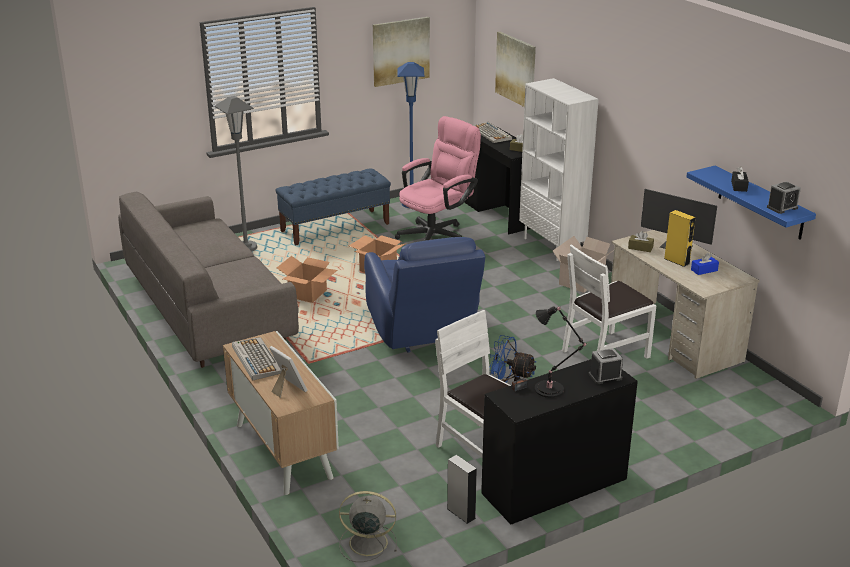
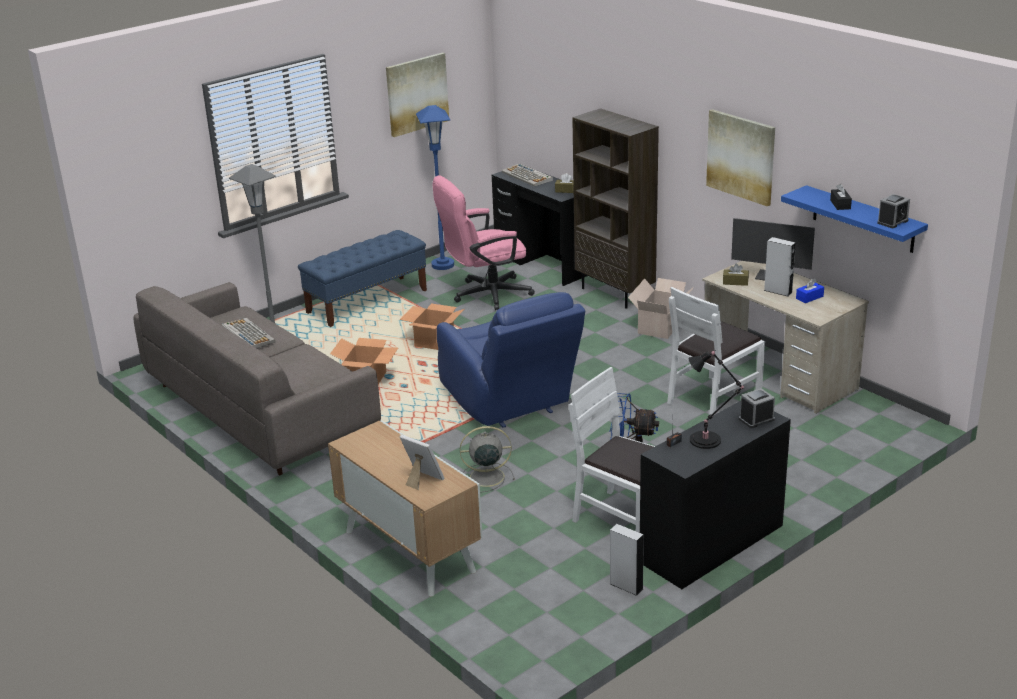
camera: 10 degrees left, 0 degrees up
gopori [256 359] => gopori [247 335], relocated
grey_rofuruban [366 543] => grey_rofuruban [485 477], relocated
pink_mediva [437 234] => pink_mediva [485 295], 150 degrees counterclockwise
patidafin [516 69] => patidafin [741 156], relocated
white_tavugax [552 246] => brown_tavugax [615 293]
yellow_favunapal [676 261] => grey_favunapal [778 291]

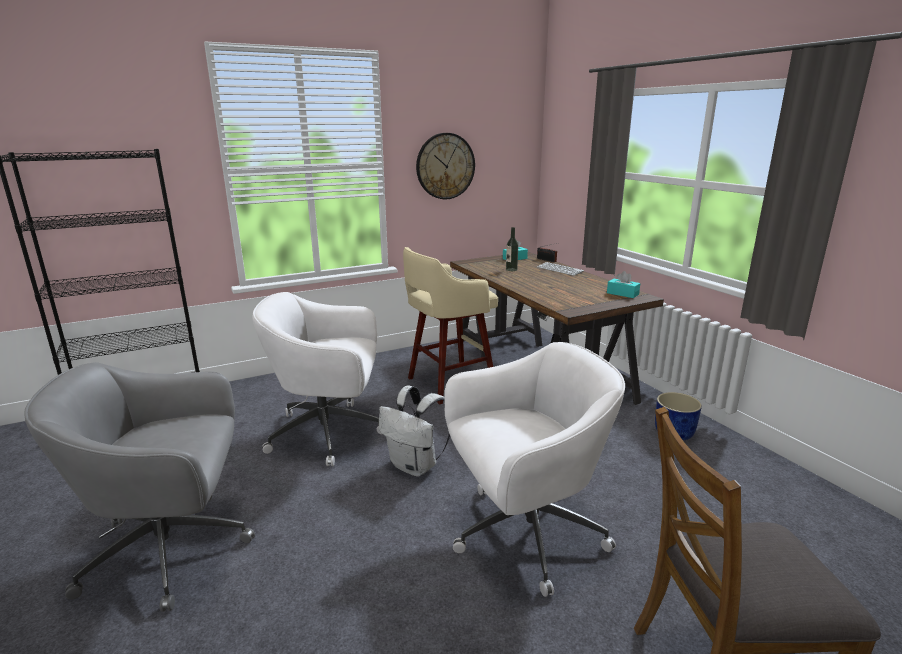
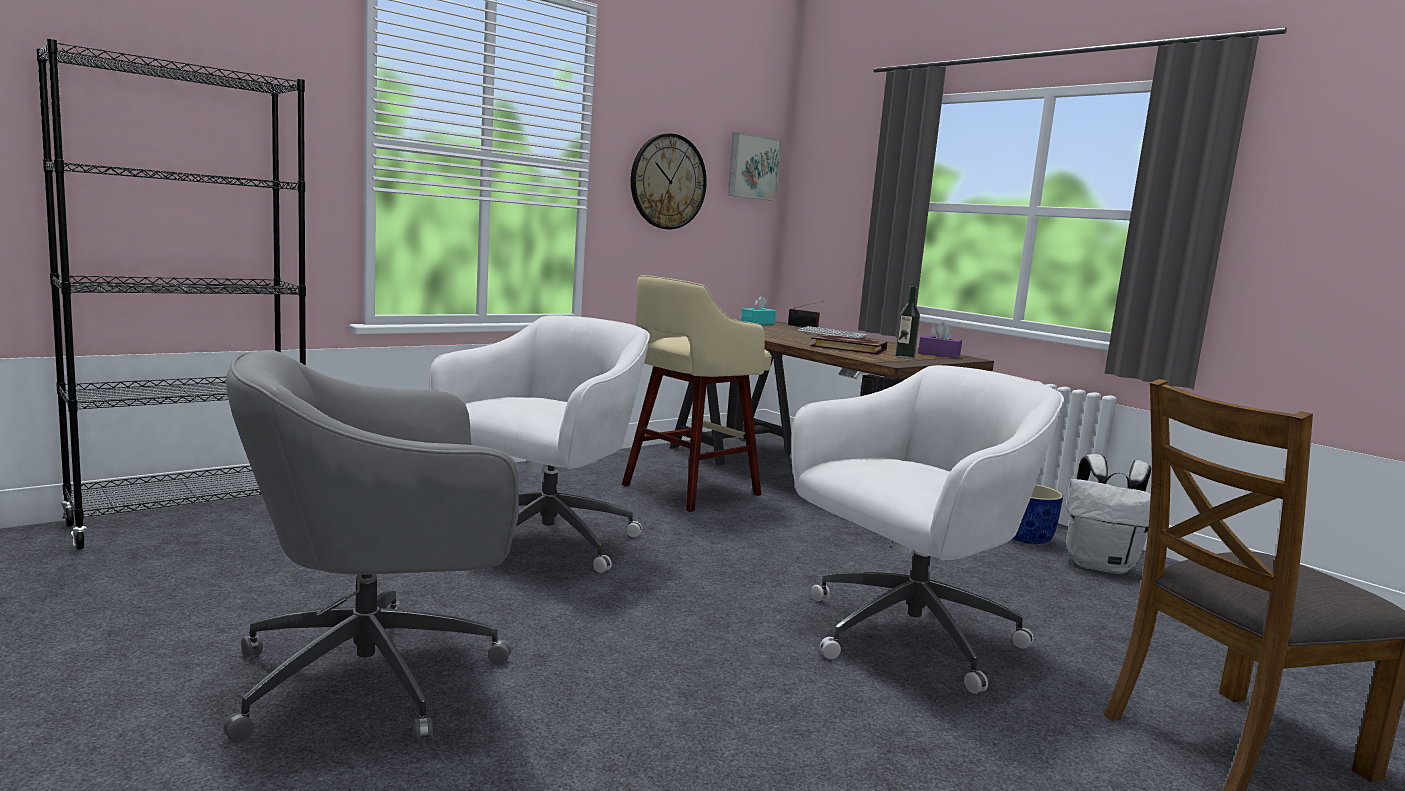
camera: 15 degrees left, 10 degrees down
white_mediva [329 433] => white_mediva [542 543], 135 degrees clockwise
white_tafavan [416 466] => white_tafavan [1101 565], relocated
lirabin [511 269] => lirabin [904 357], relocated
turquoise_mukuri [622 294] => purple_mukuri [939 354]
nothing => patidafin [752 167]
nothing => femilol [849 347]

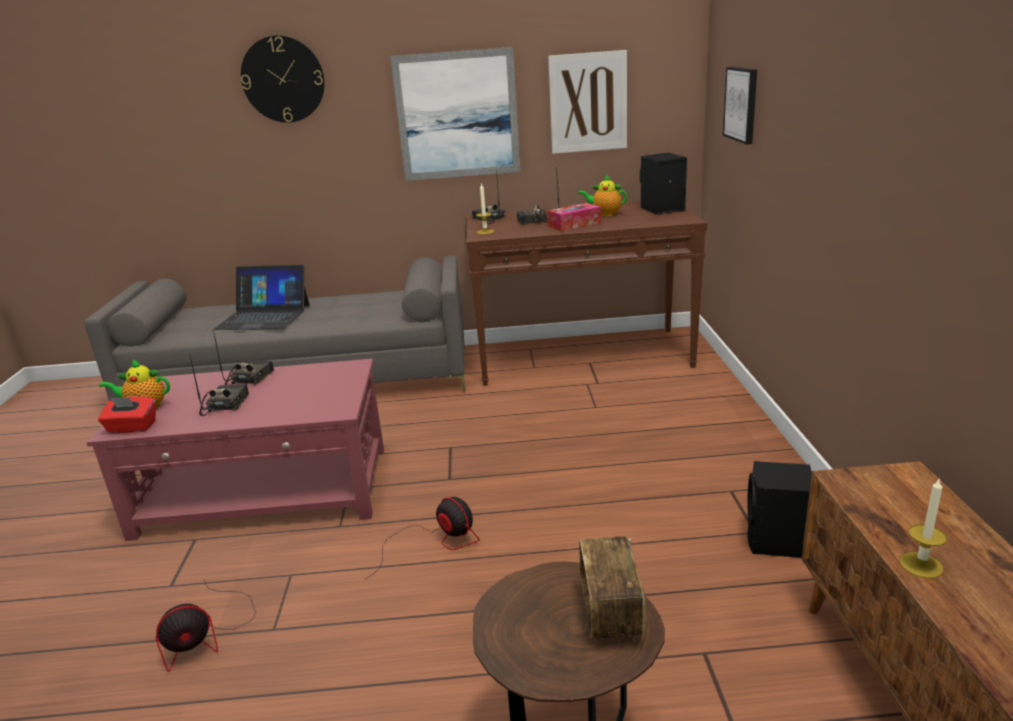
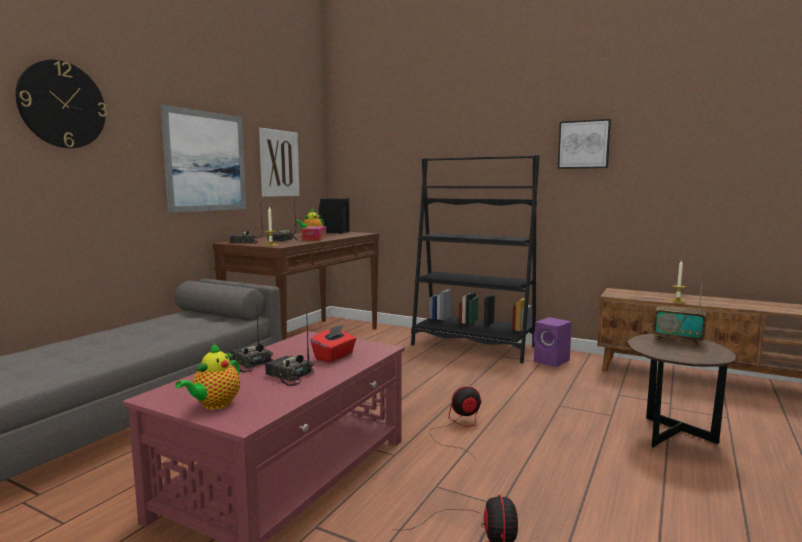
camera: 60 degrees left, 15 degrees down
red_mukuri [132 428] => red_mukuri [334 357], relocated
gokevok [264 316] => nothing
patidafin [742 104] => patidafin [583 144], relocated
black_favunapal [776 542] => purple_favunapal [552 361]
nothing => black_tavugax [473 346]

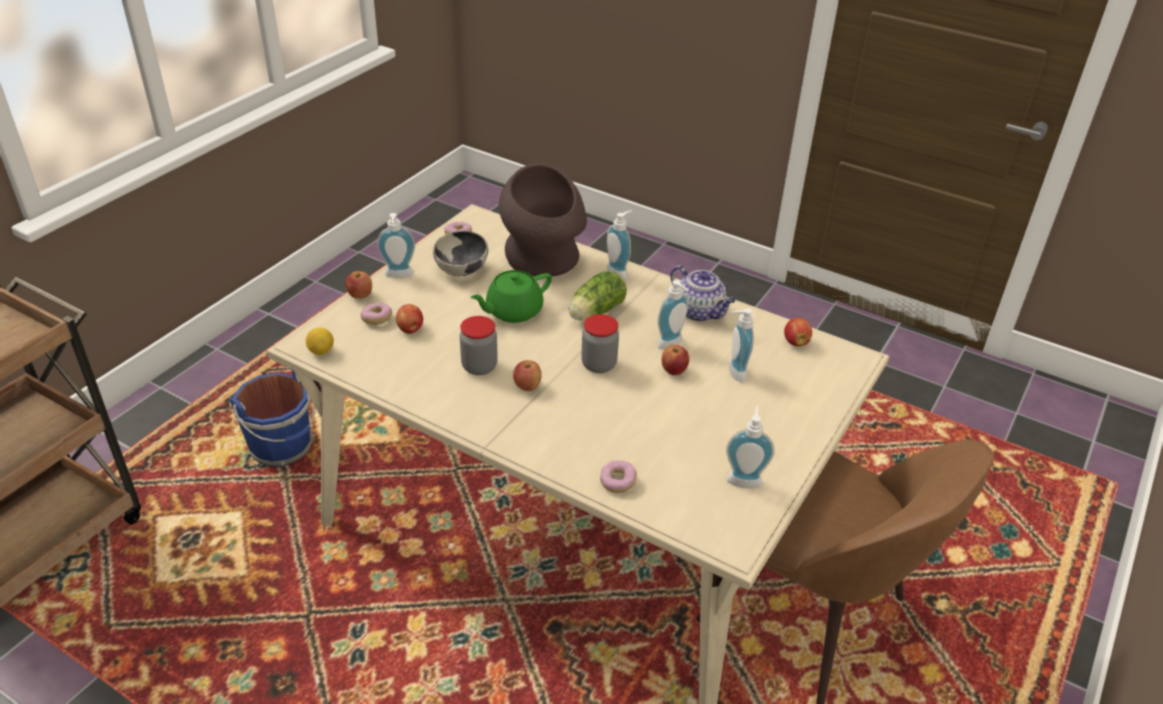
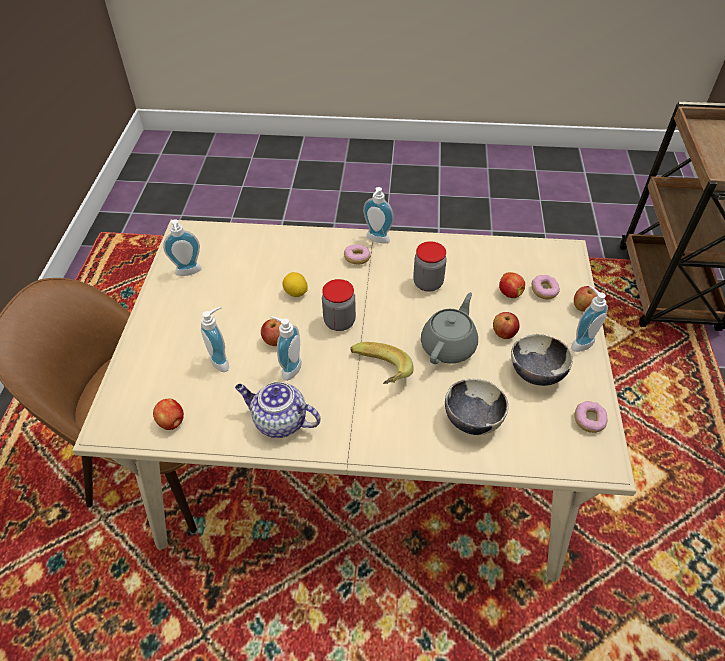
camera: 155 degrees right, 10 degrees up
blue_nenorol [283 448] => nothing
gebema [321 351] => gebema [296 293], relocated
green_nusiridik [513 311] => grey_nusiridik [449 346]
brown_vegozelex [543 263] => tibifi [472 420]
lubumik [527 386] => lubumik [504 334], relocated
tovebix [594 313] => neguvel [378 375]
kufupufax [617 482] => kufupufax [357 259], relocated
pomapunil [619 272] => pomapunil [376 240], relocated

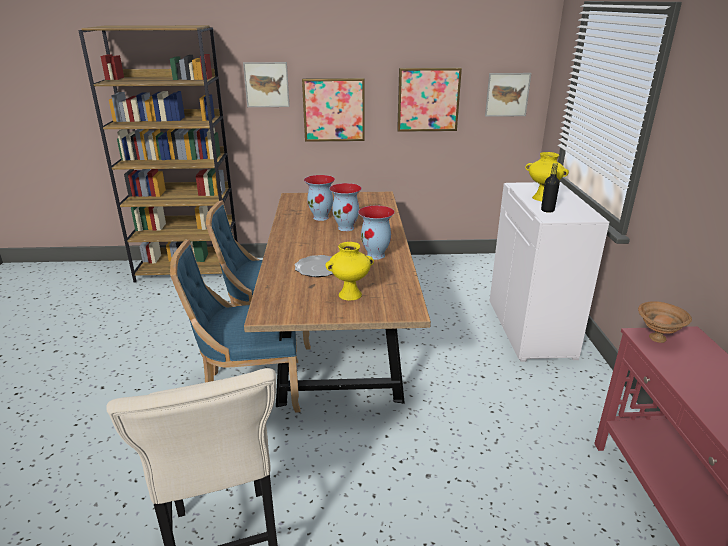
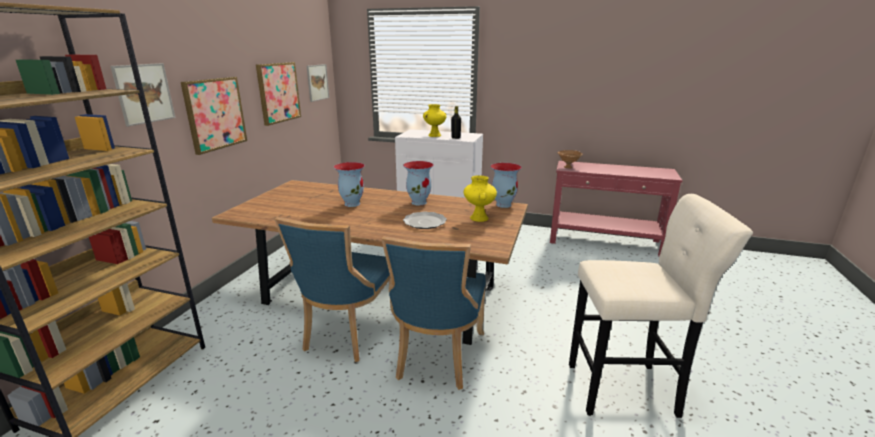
camera: 70 degrees left, 5 degrees down
vegozelex [321 217] => vegozelex [503 204], relocated

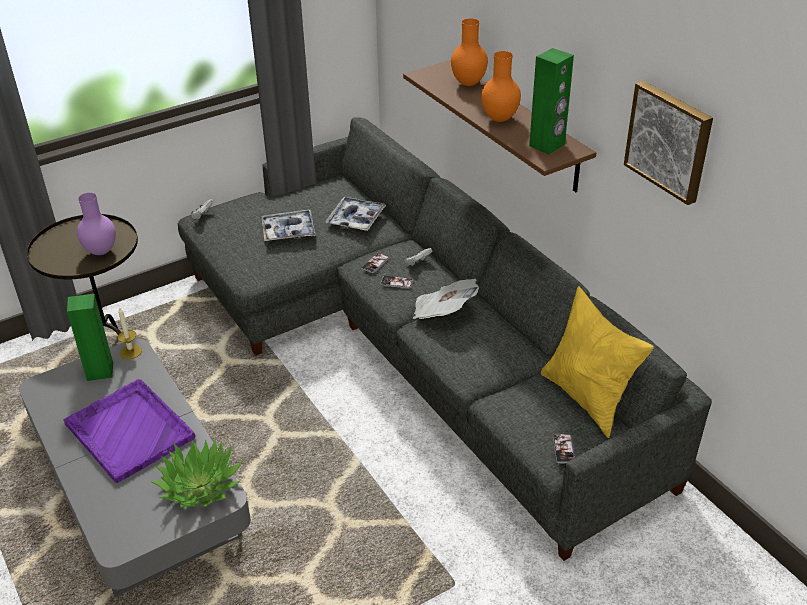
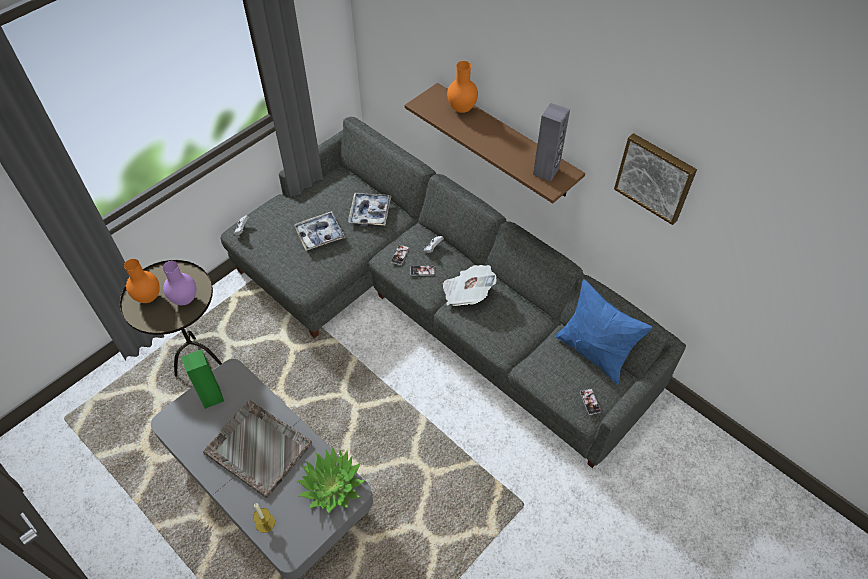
camera: 15 degrees left, 15 degrees up
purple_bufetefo [129 430] => grey_bufetefo [257 448]
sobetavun [131 352] => sobetavun [265 523], relocated
orange_vegozelex [500 119] => orange_vegozelex [149 298], relocated
green_favunapal [547 145] => grey_favunapal [546 171]
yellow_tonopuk [587 398] => blue_tonopuk [594 353]

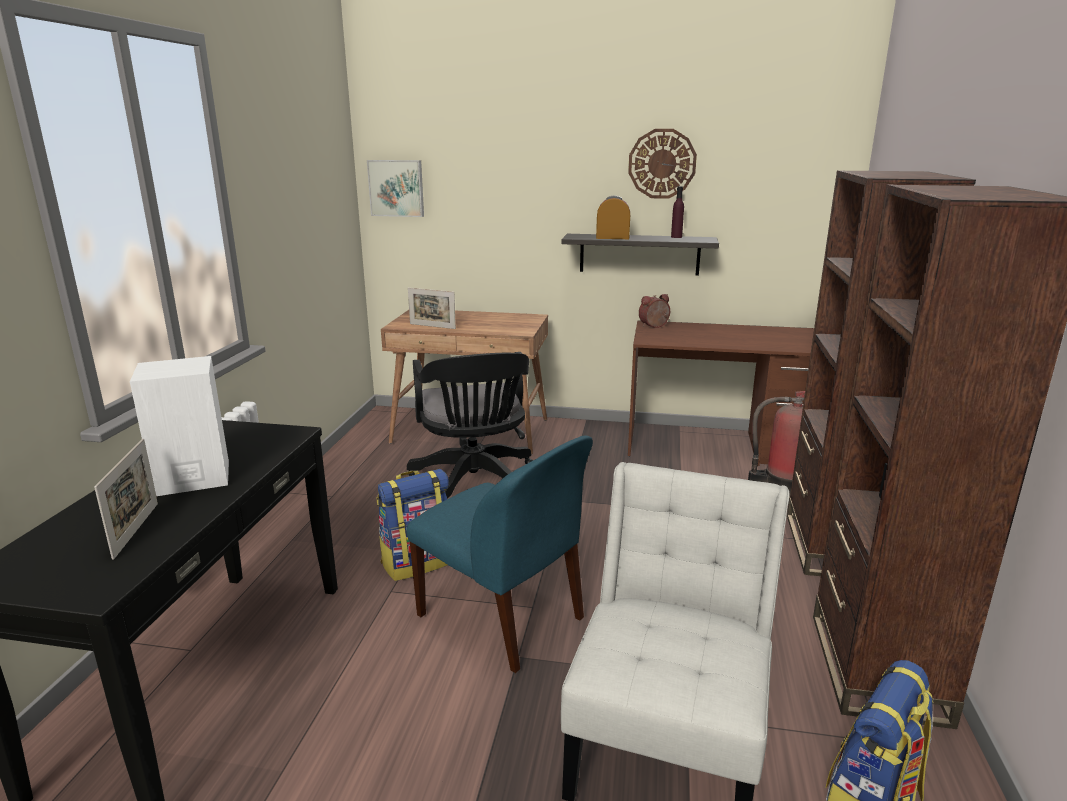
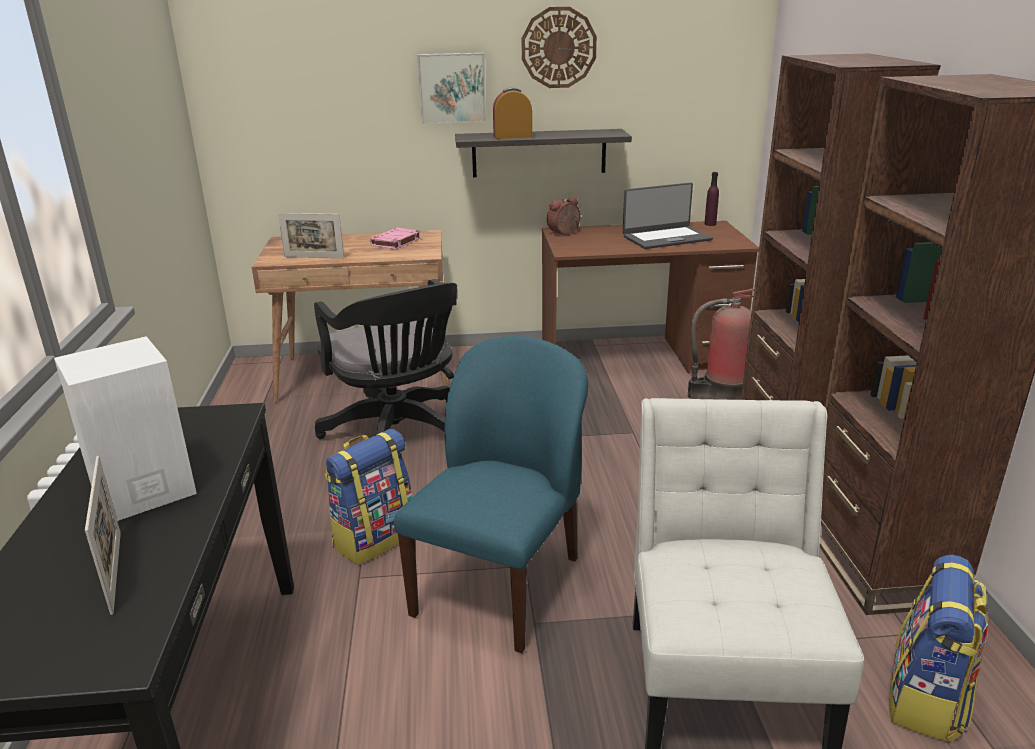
camera: 15 degrees left, 5 degrees up
patidafin [396 188] => patidafin [452 88], relocated
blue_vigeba [503 618] => blue_vigeba [499 584], 90 degrees counterclockwise
purple_lirabin [676 237] => purple_lirabin [710 224], relocated
nothing => pink_femilol [396 242]
nothing => gokevok [666 238]

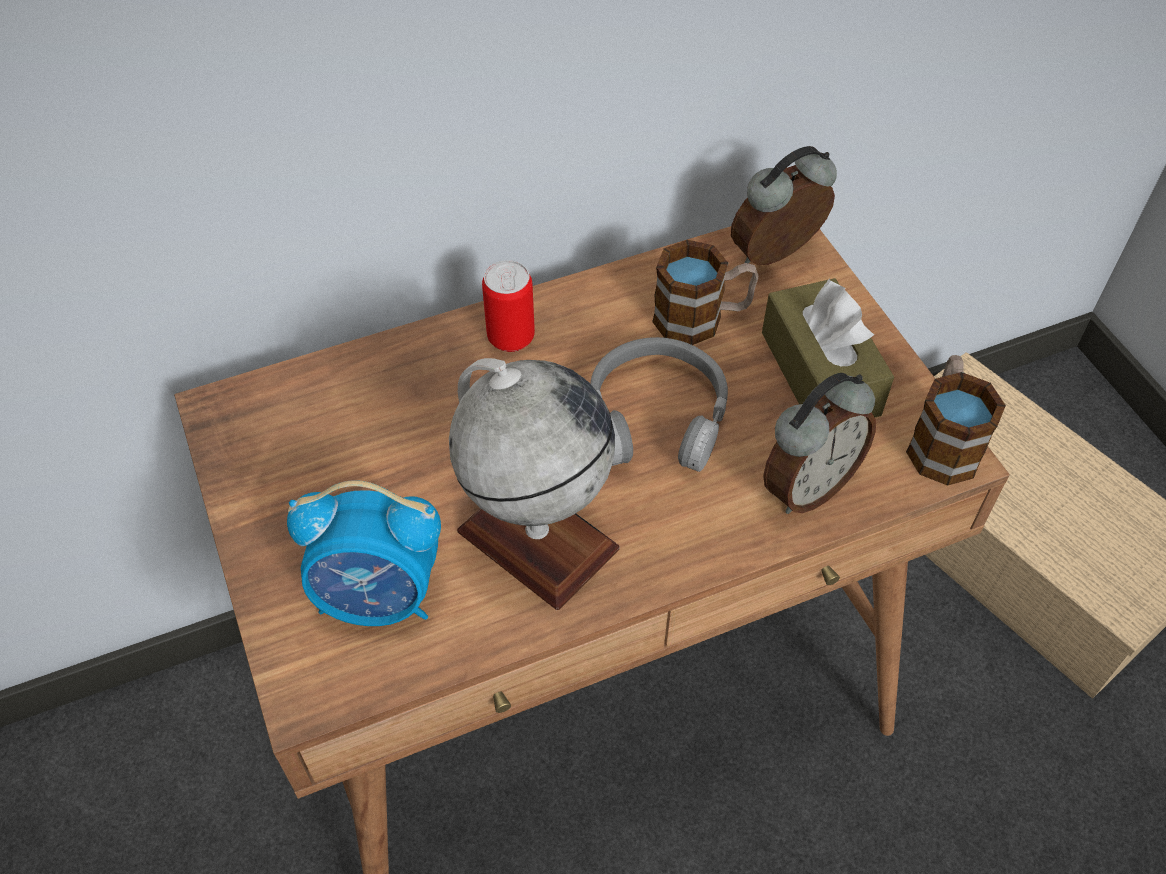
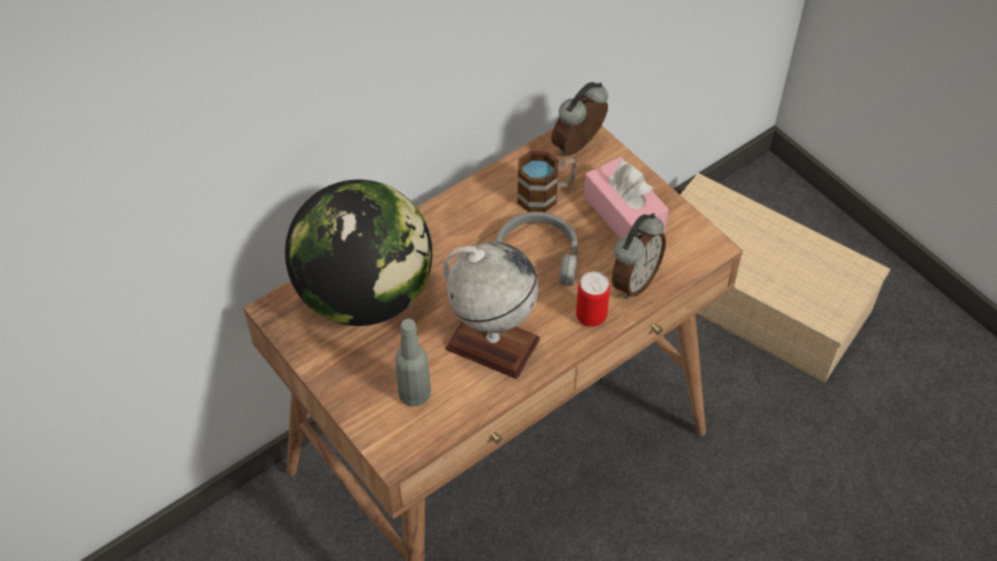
camera: 15 degrees left, 0 degrees up
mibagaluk [379 597] => grey_lirabin [415 394]
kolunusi [511 337] => kolunusi [591 316], relocated
brown_mukuri [820 373] => pink_mukuri [623 214]
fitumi [942 440] => nothing
nothing => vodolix [365 295]

